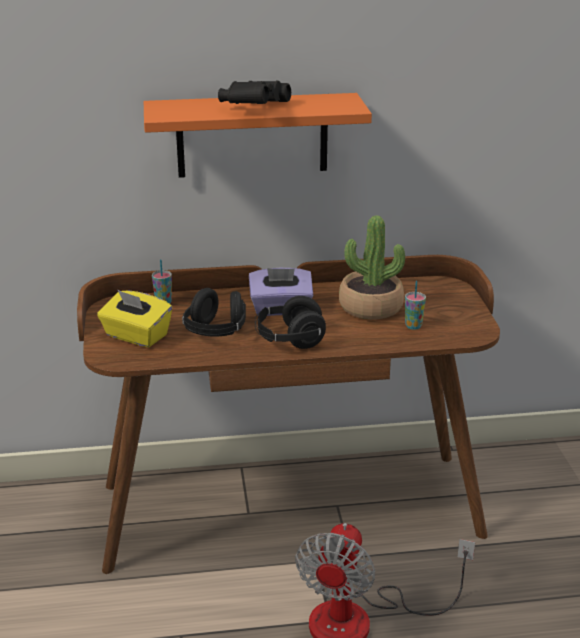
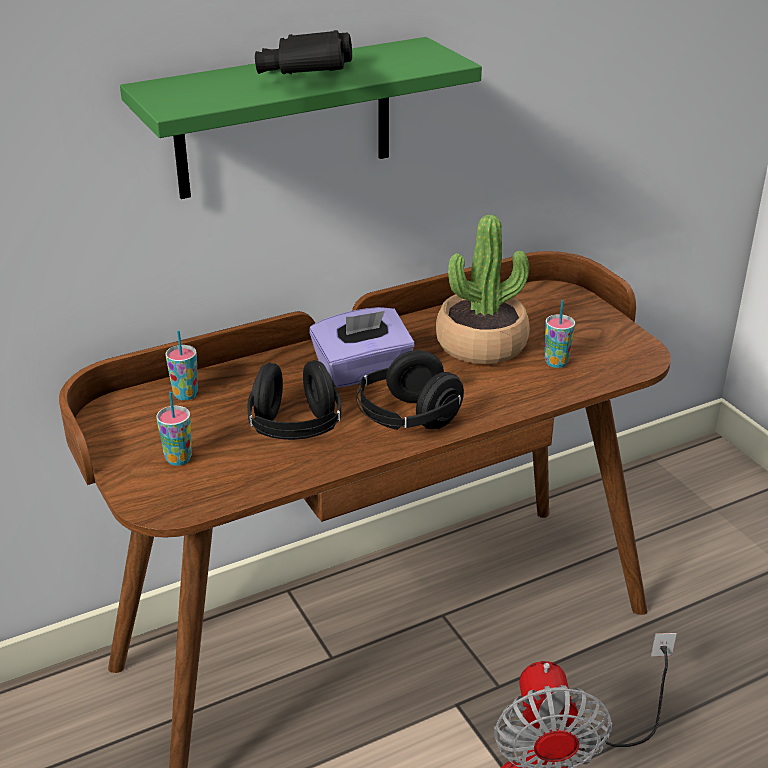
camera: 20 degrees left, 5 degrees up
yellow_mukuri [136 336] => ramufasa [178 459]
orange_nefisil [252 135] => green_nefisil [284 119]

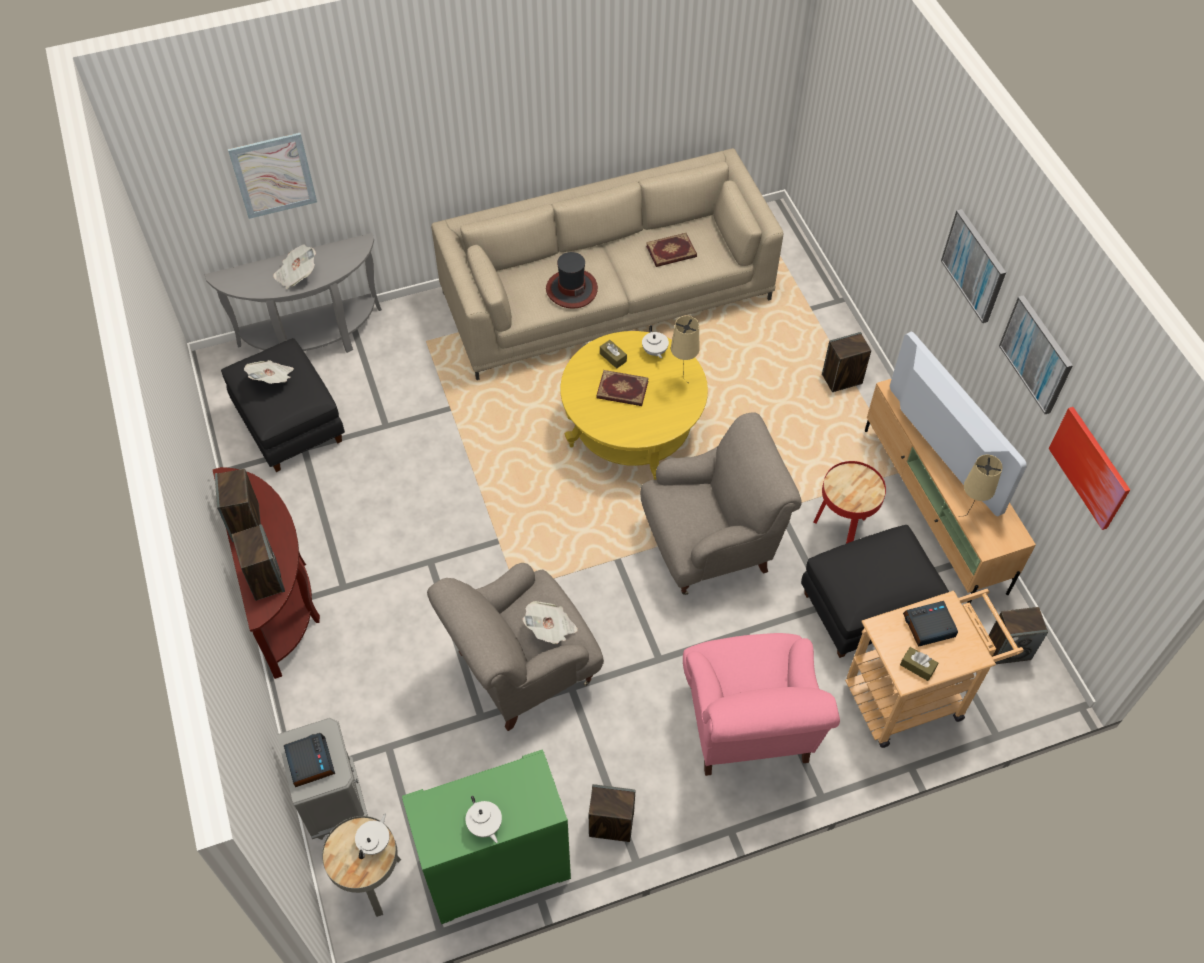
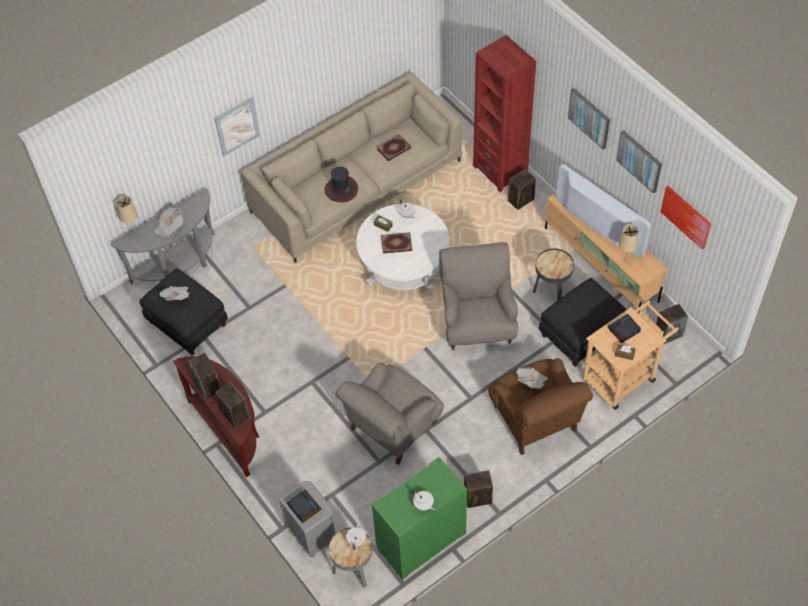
camera: 15 degrees left, 0 degrees up
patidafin [273 175] => patidafin [237 126], relocated
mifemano [550 629] => mifemano [532 382], relocated
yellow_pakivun [632 428] => white_pakivun [404 266]
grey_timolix [711 544] => grey_timolix [477 323], 60 degrees counterclockwise
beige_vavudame [682 381] => beige_vavudame [134 235], relocated
pink_timolix [748 726] => brown_timolix [535 420]
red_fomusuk [841 531] => black_fomusuk [551 293]
nothing => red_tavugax [500 170]

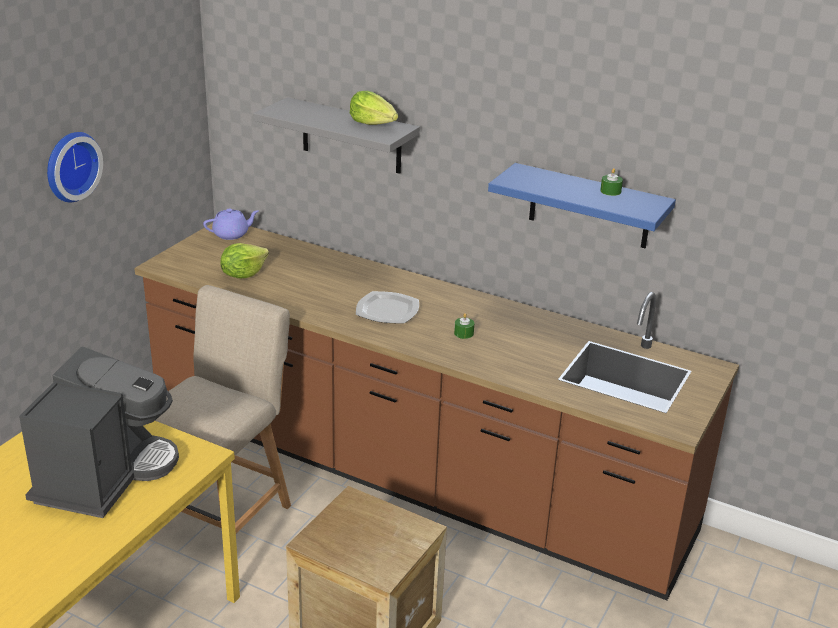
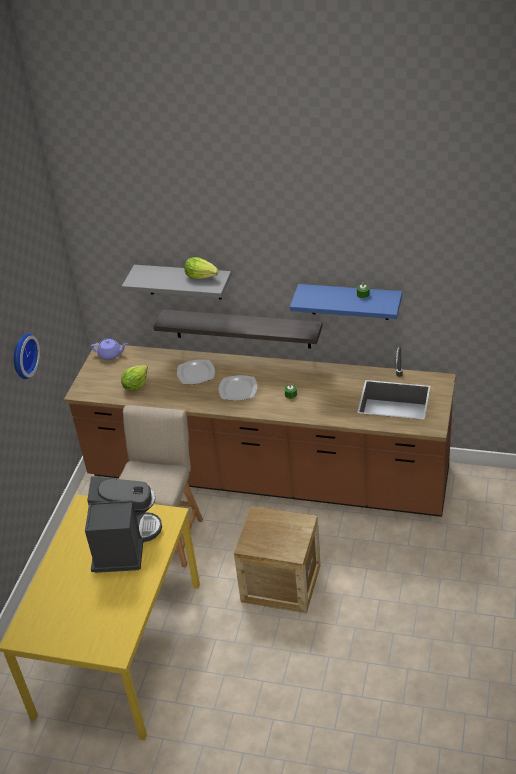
camera: 10 degrees left, 10 degrees up
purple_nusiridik [231 234] => purple_nusiridik [111 355], 45 degrees clockwise
nothing => nefisil [242 328]
nothing => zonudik [195 373]

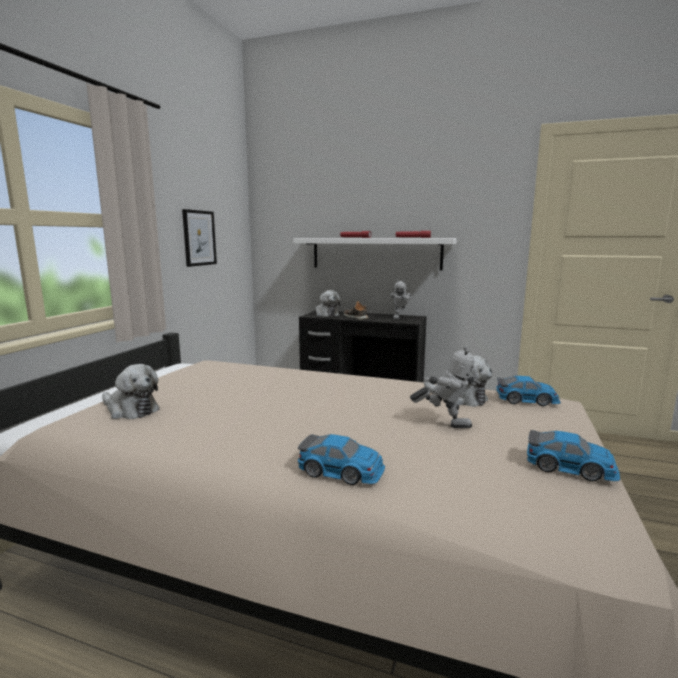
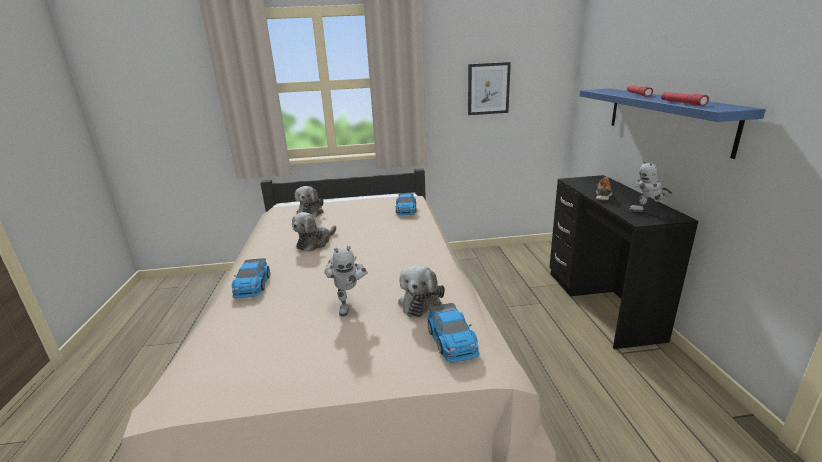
camera: 65 degrees right, 10 degrees up
white_nefisil [375 253] => blue_nefisil [665 117]
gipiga [326 314] => gipiga [315 242], relocated
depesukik [570 467] => depesukik [406 210], relocated

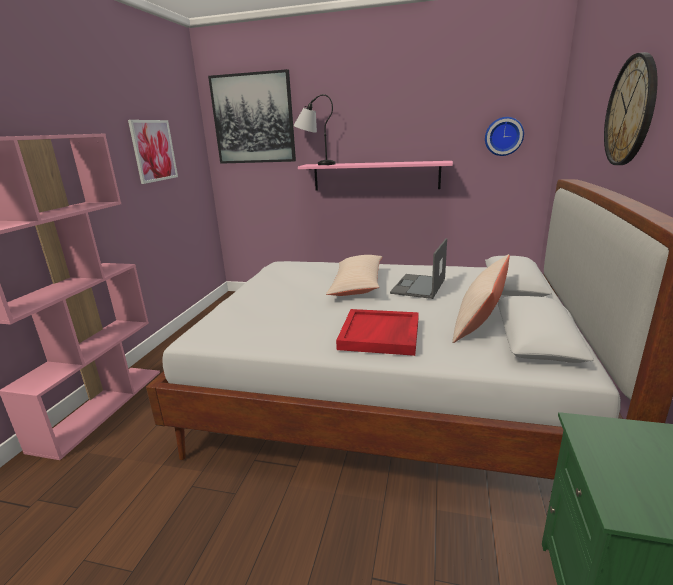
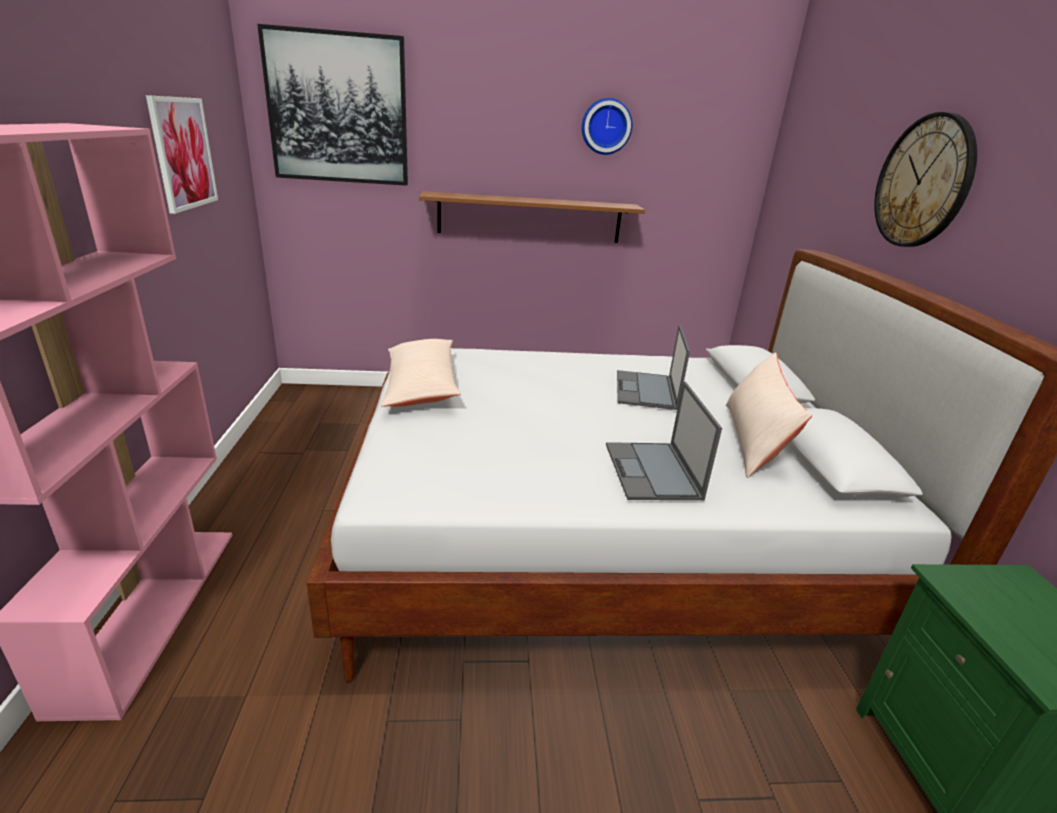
camera: 20 degrees left, 5 degrees up
vavudame [315 164] => nothing
pink_nefisil [375 176] => brown_nefisil [530 218]
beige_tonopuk [357 284] => beige_tonopuk [421 385], relocated
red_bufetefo [380 335] => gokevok [653 472]
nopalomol [503 136] => nopalomol [606 126], relocated

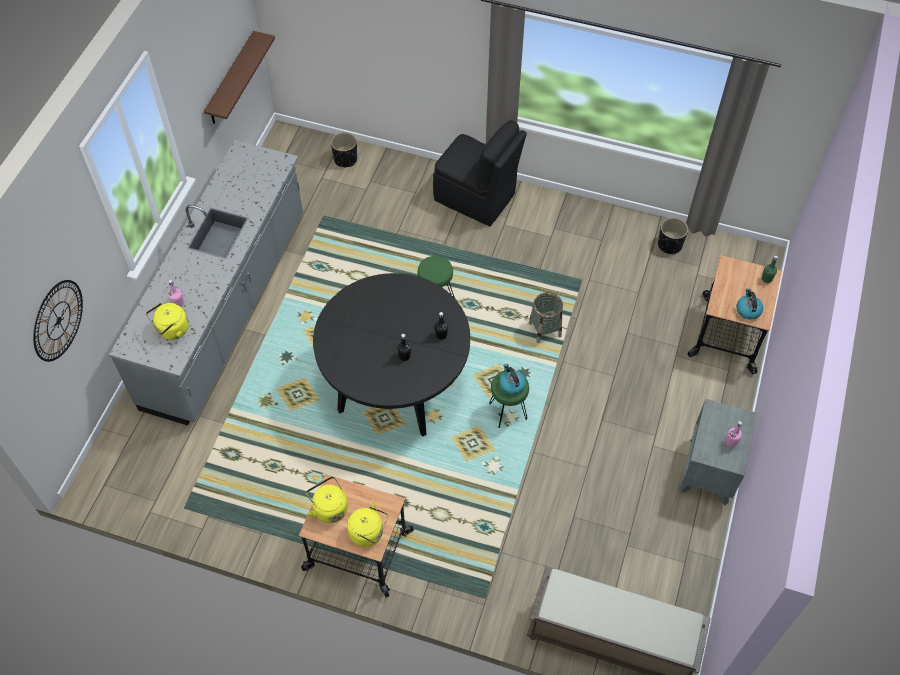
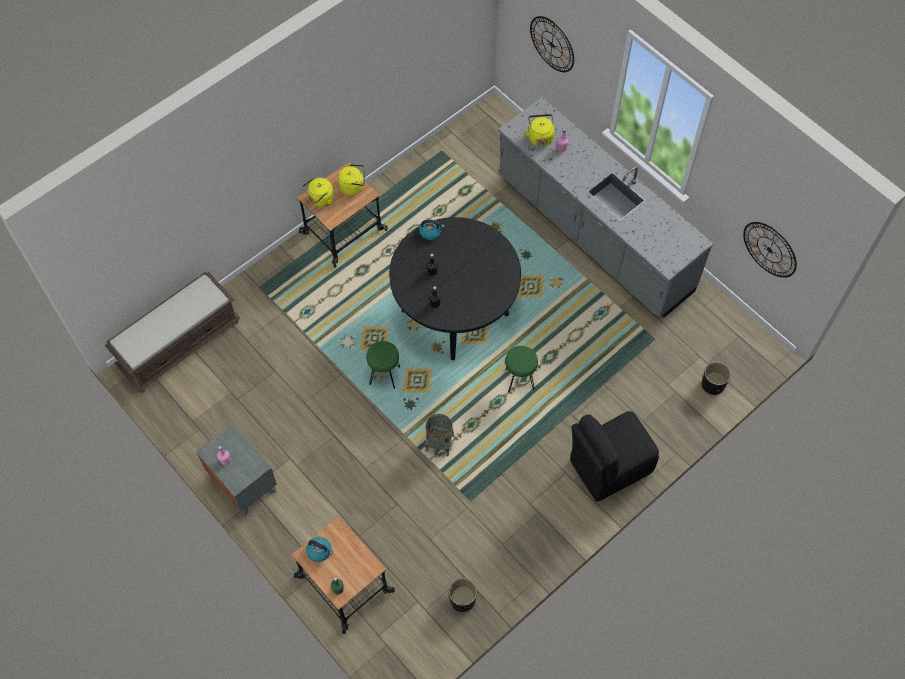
camera: 120 degrees right, 5 degrees up
brown_nefisil [231 80] => nopalomol [769 249]
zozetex [511 384] => zozetex [430 232], relocated

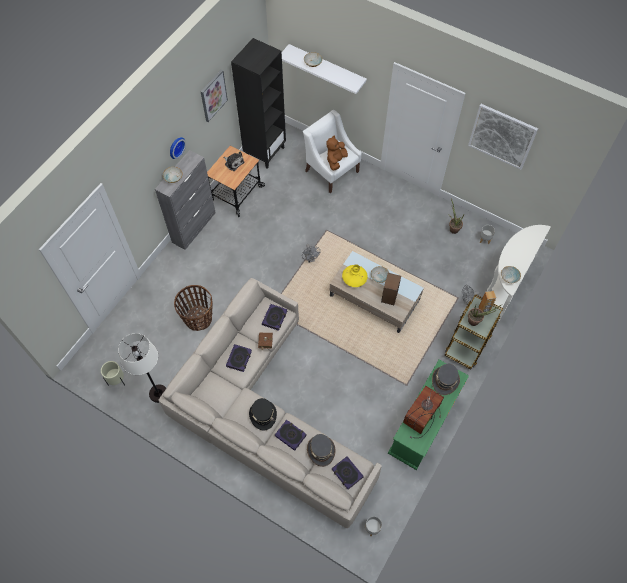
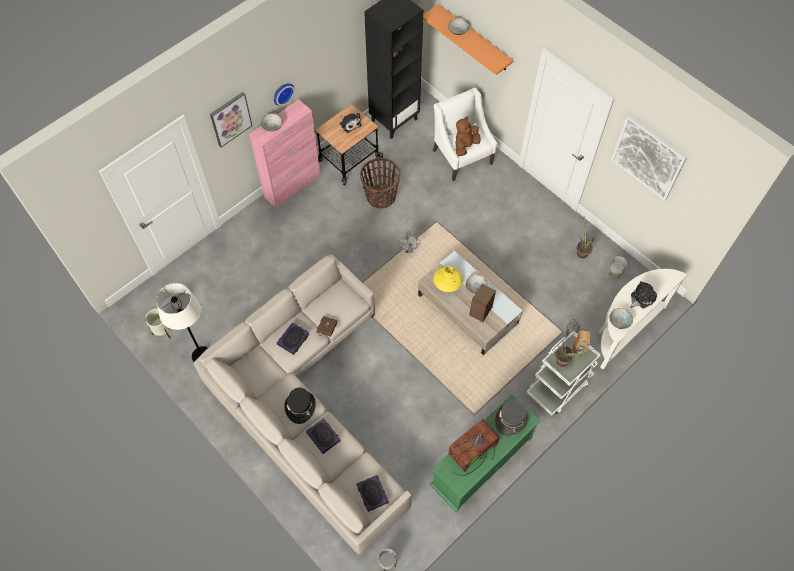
camera: 15 degrees right, 0 degrees up
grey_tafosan [194 227] => pink_tafosan [293 185]
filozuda [198 318] => filozuda [380 196], relocated
patidafin [213 95] => patidafin [230 119], relocated
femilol [274 318] => nothing
white_nefisil [327 67] => orange_nefisil [474 38]
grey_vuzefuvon [321 450] => nothing
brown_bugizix [468 343] => white_bugizix [558 386]
nothing => gipiga [641 298]

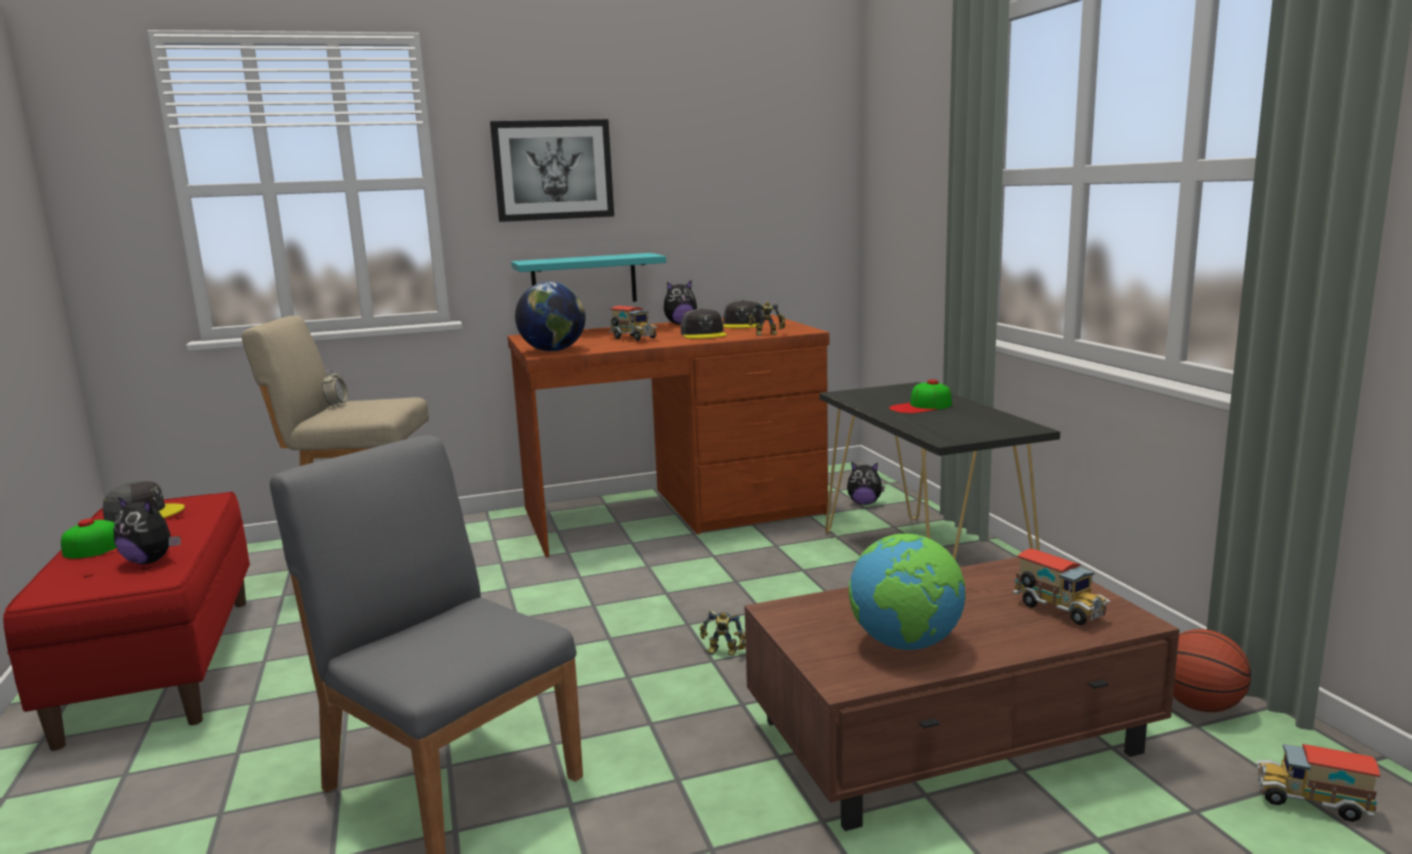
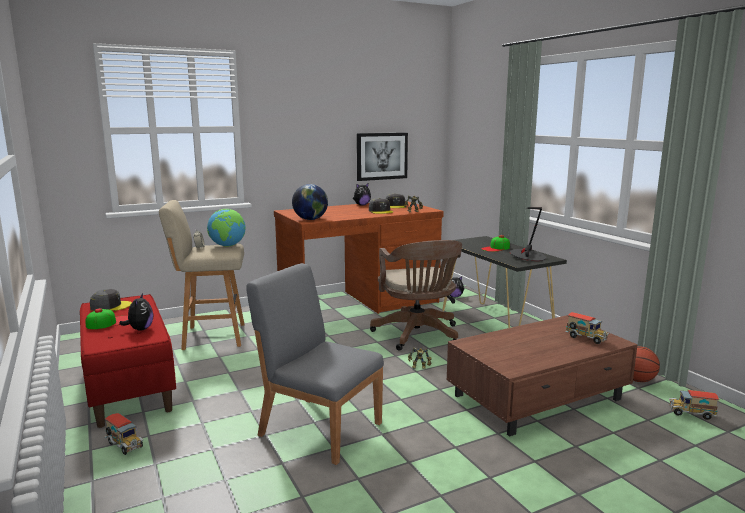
camera: 10 degrees left, 0 degrees up
gipiga [151 561] => gipiga [140 329], 105 degrees counterclockwise
patidafin [553 170] => patidafin [382 156], relocated
turquoise_nefisil [584 281] => nothing
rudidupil [633 339] => rudidupil [124 445], relocated
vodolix [906 644] => vodolix [227 246], relocated
nothing => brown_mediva [418 336]
nothing => vavudame [527 257]

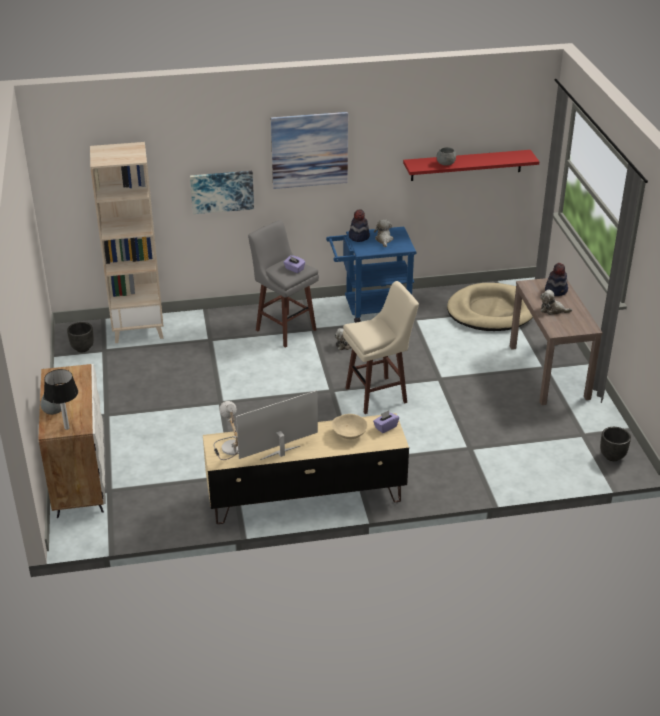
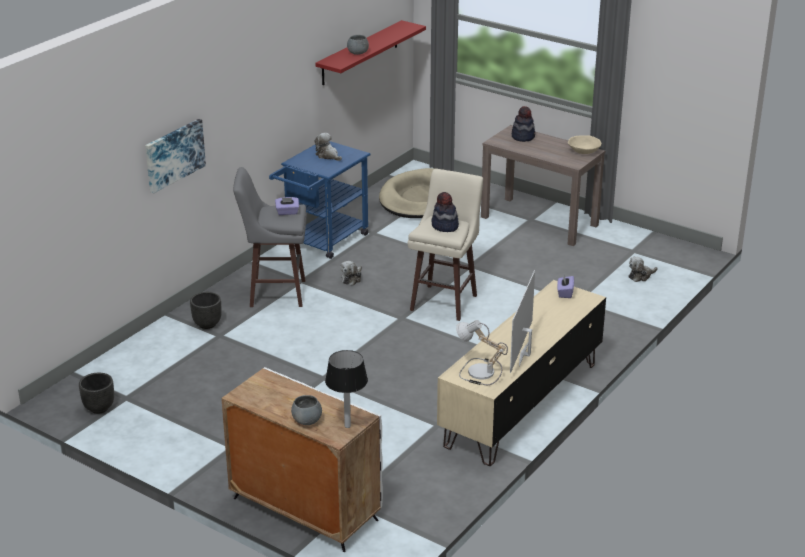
camera: 45 degrees left, 5 degrees down
beige_tavugax [139 329] => nothing
patidafin [309 150] => nothing
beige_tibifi [349 434] => beige_tibifi [583 151], relocated
vuzefuvon [358 236] => vuzefuvon [444 226], relocated
gipiga [552 310] => gipiga [640 276], relocated
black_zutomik [612 456] => black_zutomik [208 324], relocated

